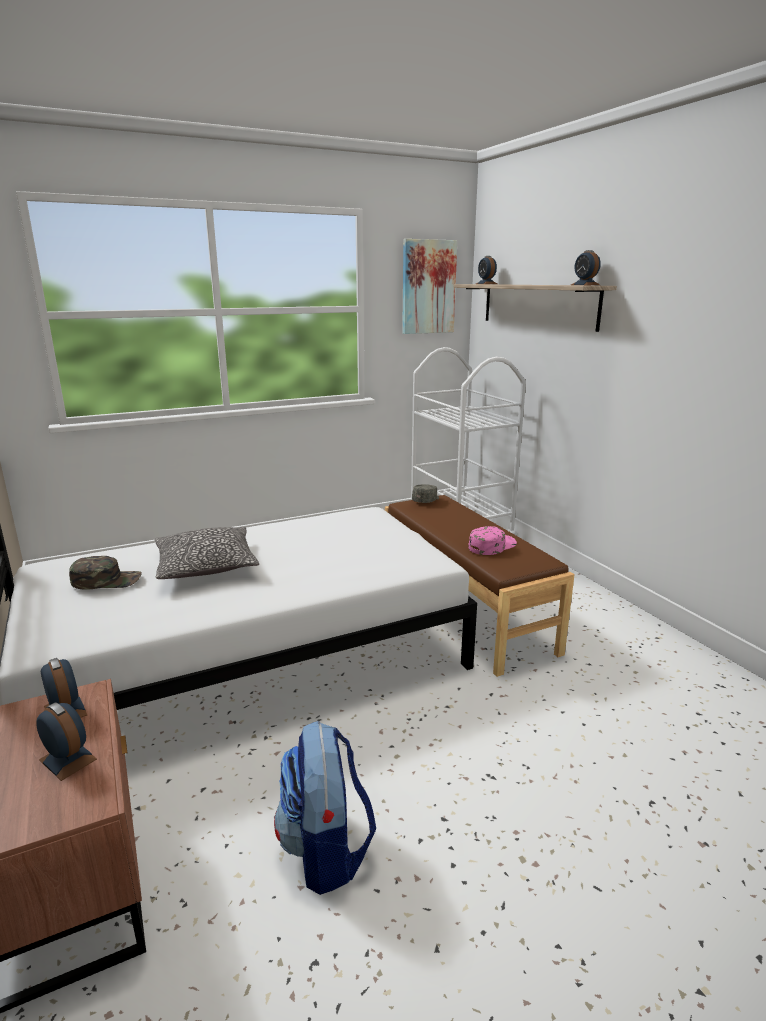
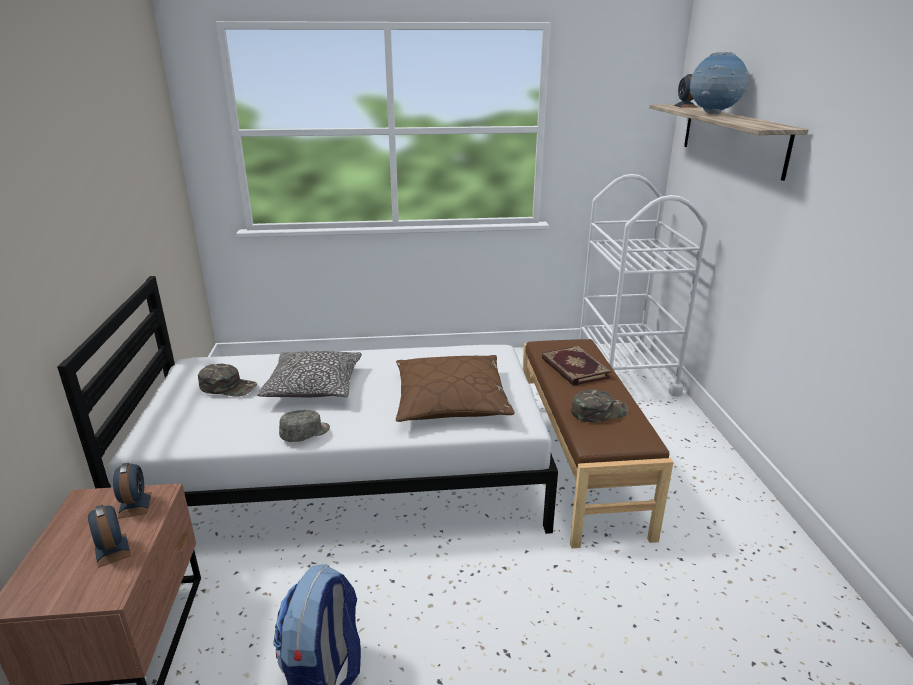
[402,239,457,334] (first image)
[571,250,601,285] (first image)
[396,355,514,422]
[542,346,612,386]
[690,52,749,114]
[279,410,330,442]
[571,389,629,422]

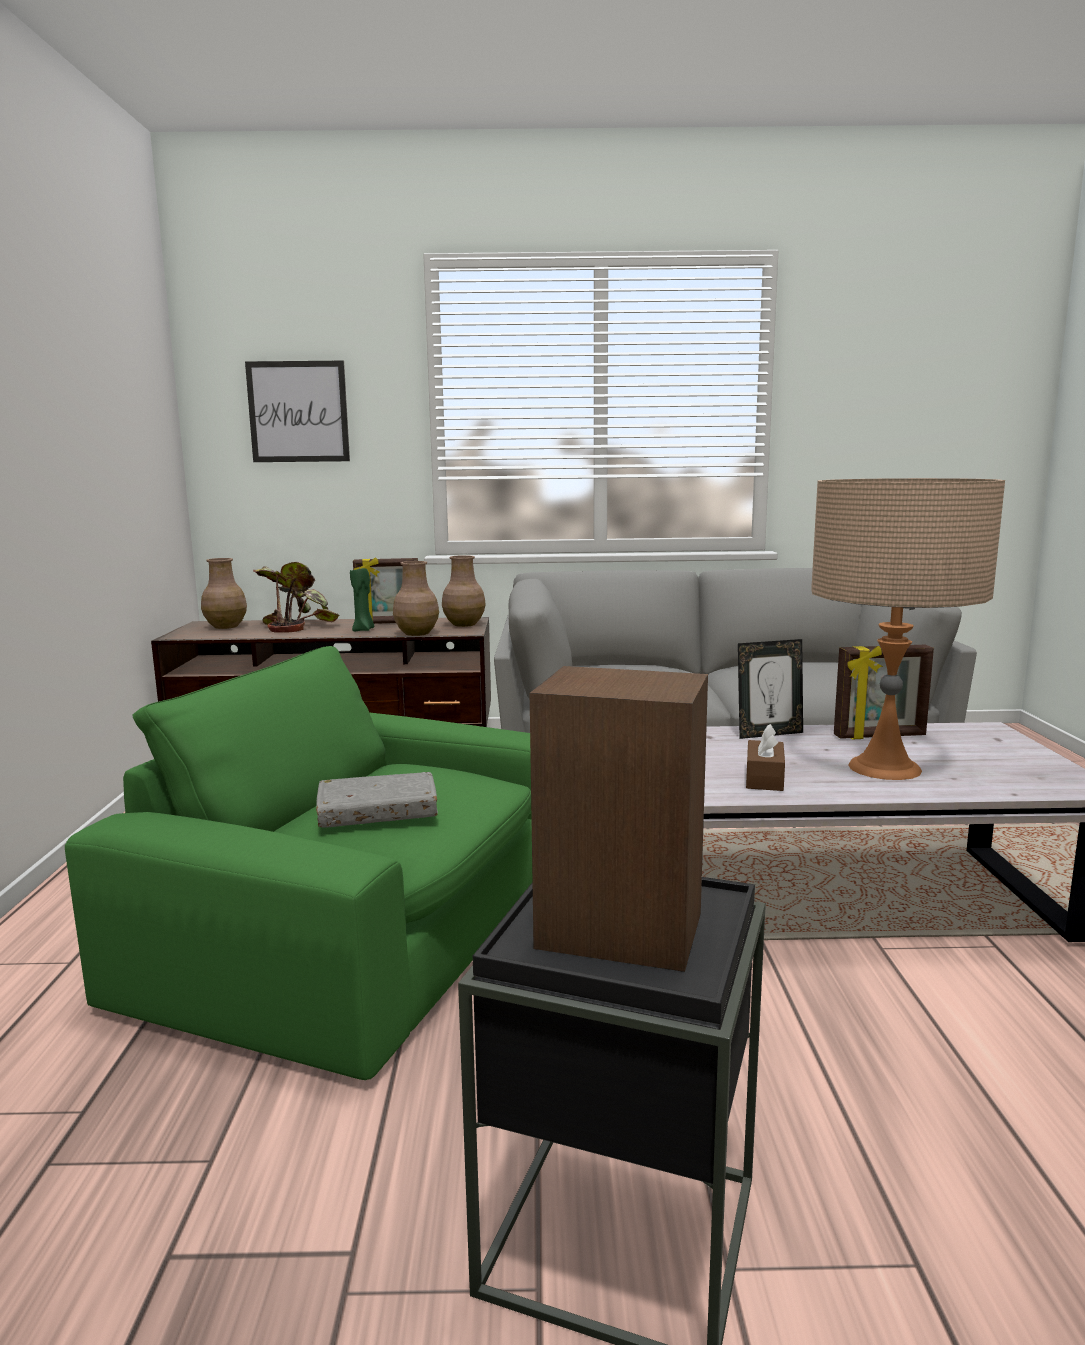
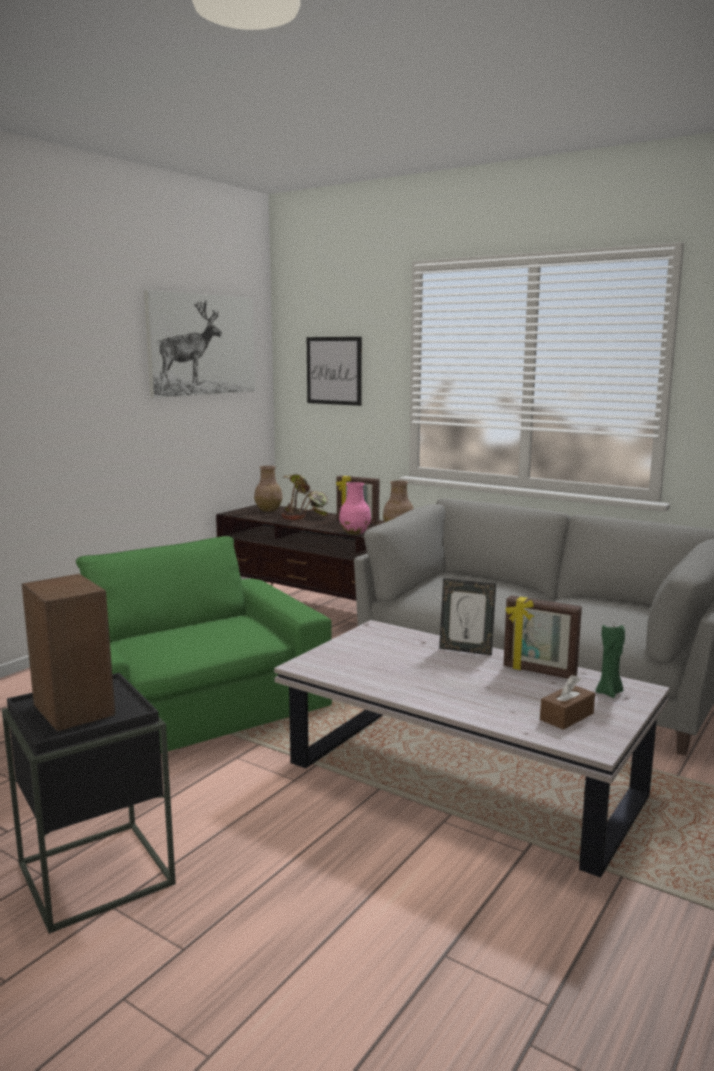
[316,772,438,828] (first image)
[811,478,1005,780] (first image)
[144,290,255,398]
[596,625,625,698]
[540,675,595,730]
[339,482,371,535]

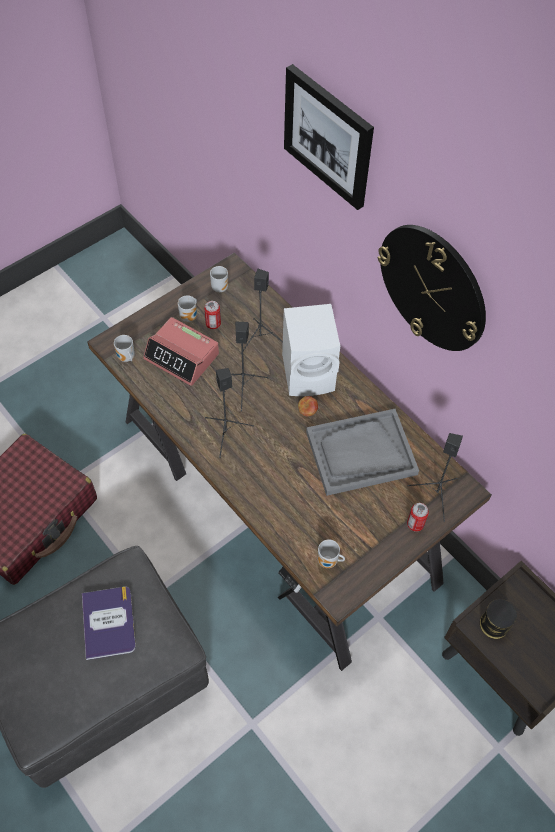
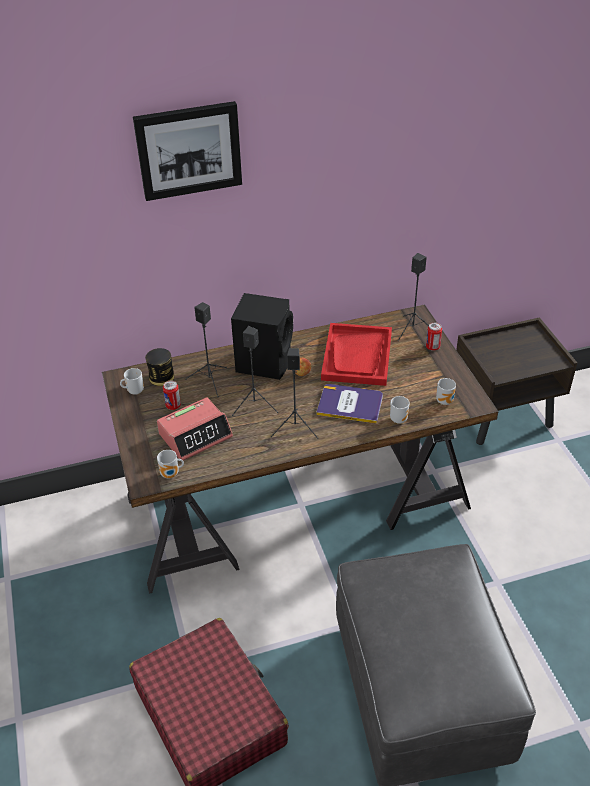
[378,225,486,351] (first image)
[316,384,383,424]
[390,396,410,424]
[145,348,174,386]
[231,293,293,380]
[321,323,392,386]

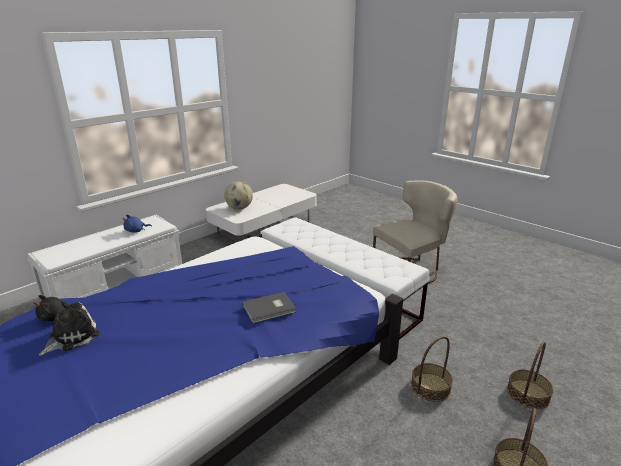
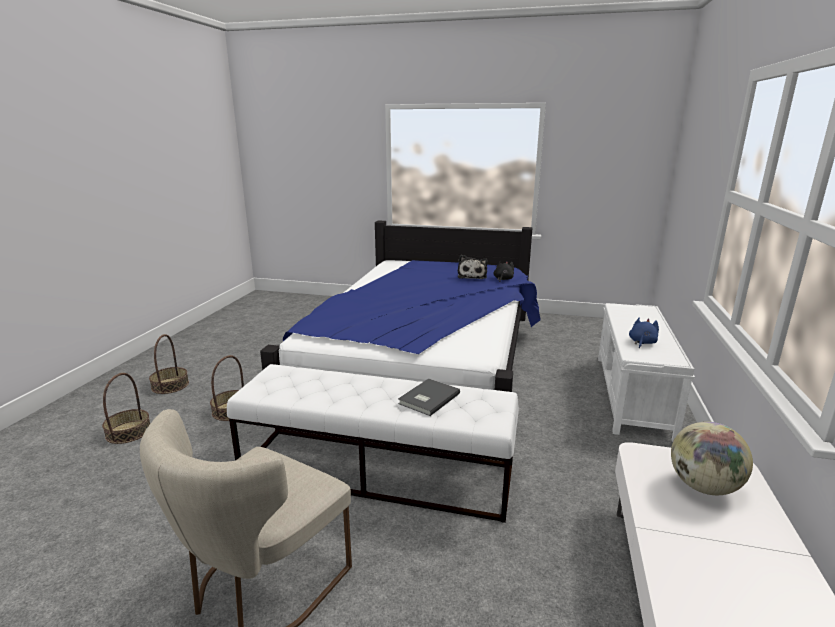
[398,378,460,416]

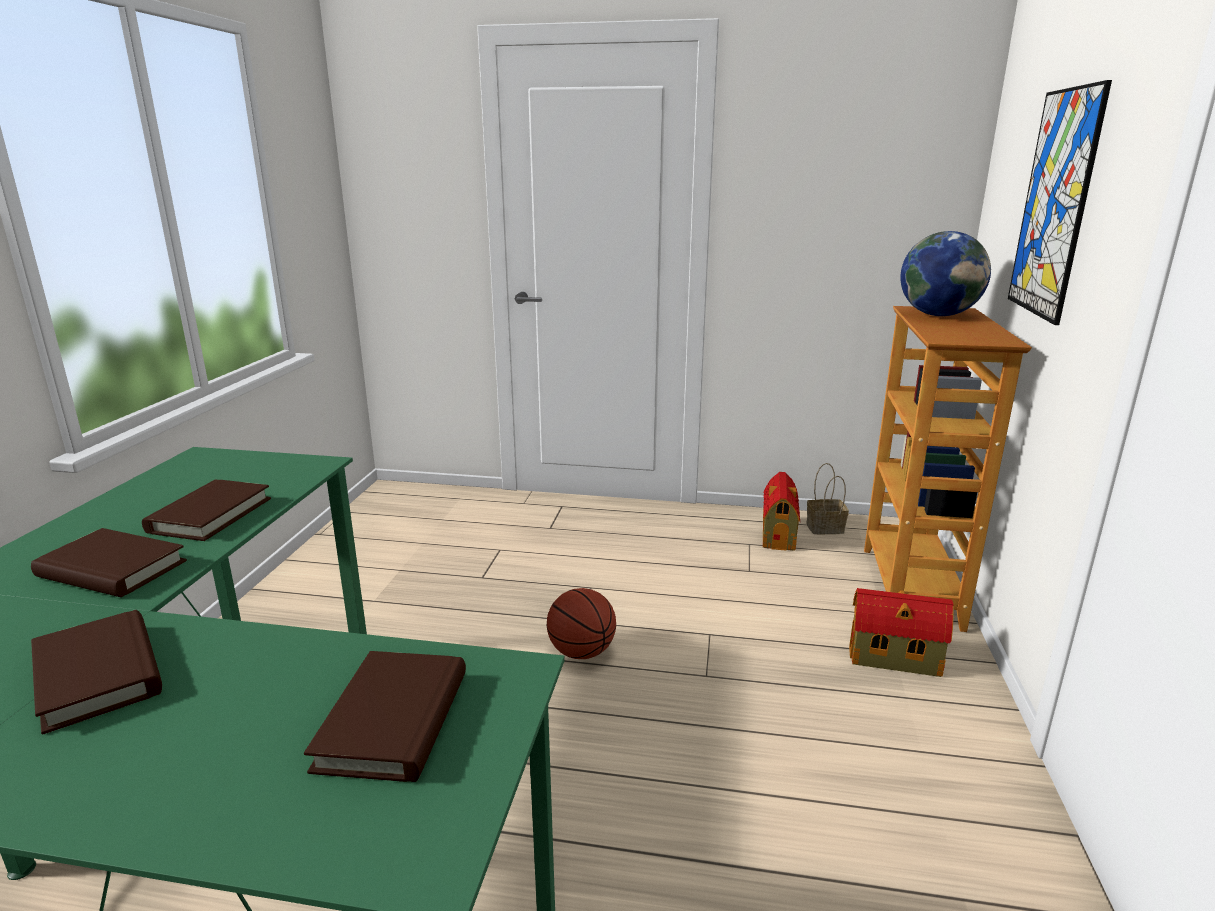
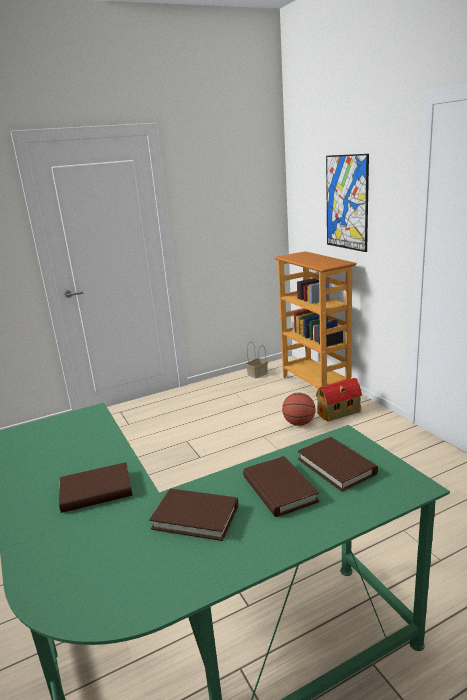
[763,472,800,551] (first image)
[900,231,991,316] (first image)
[243,456,319,517]
[282,393,316,426]

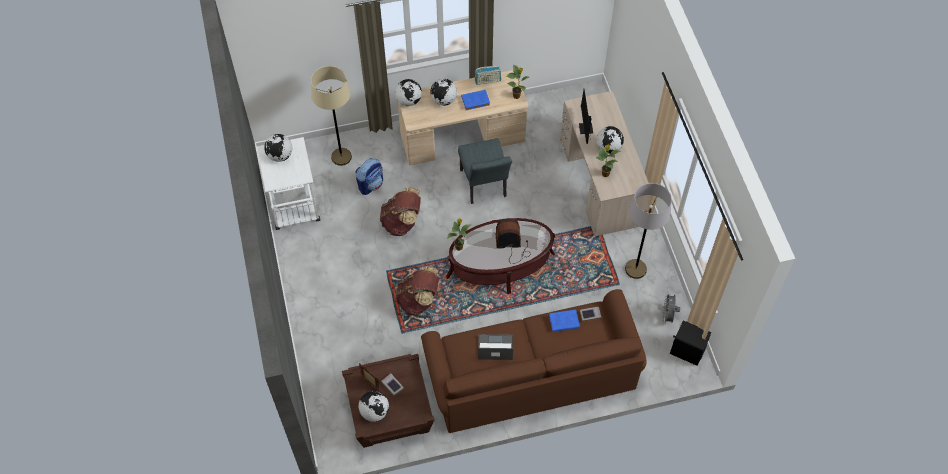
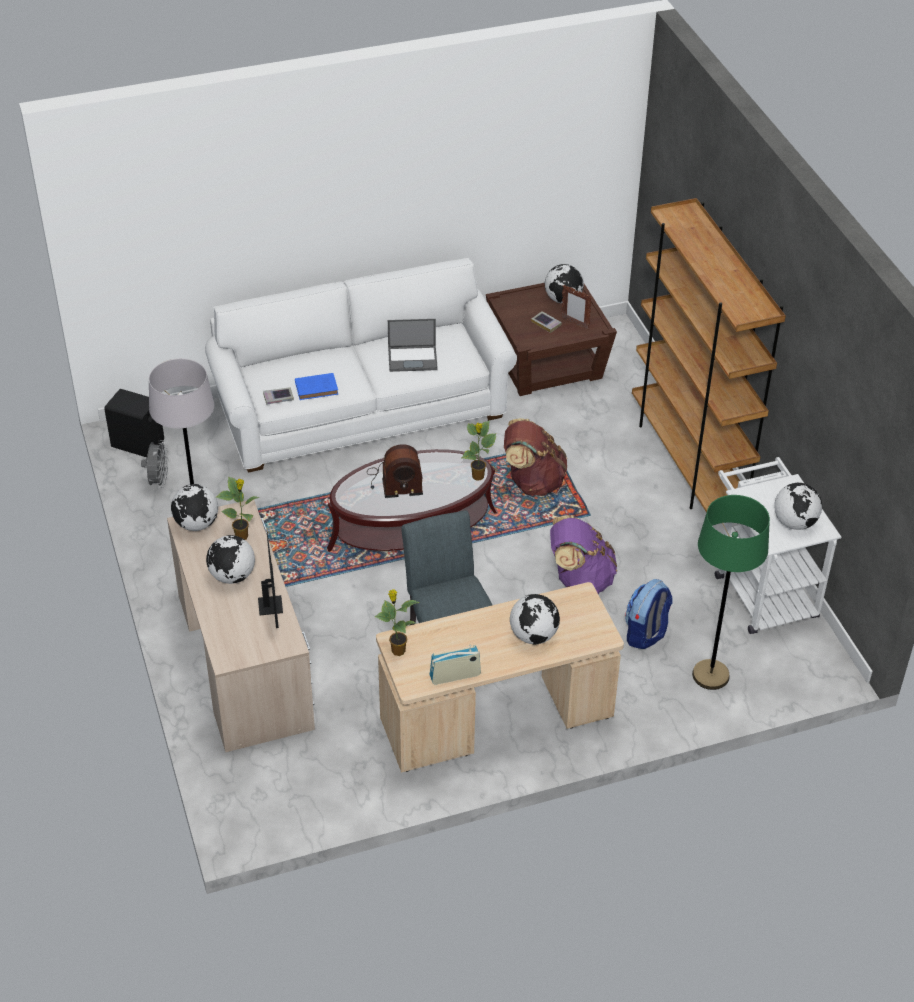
[461,90,490,110] (first image)
[632,198,786,513]
[171,484,218,531]
[692,495,770,690]
[550,515,617,594]
[205,258,517,473]

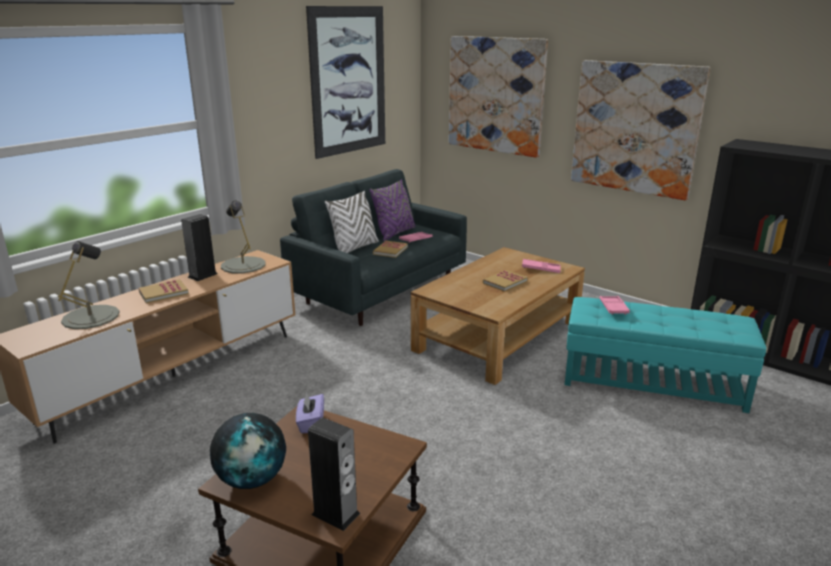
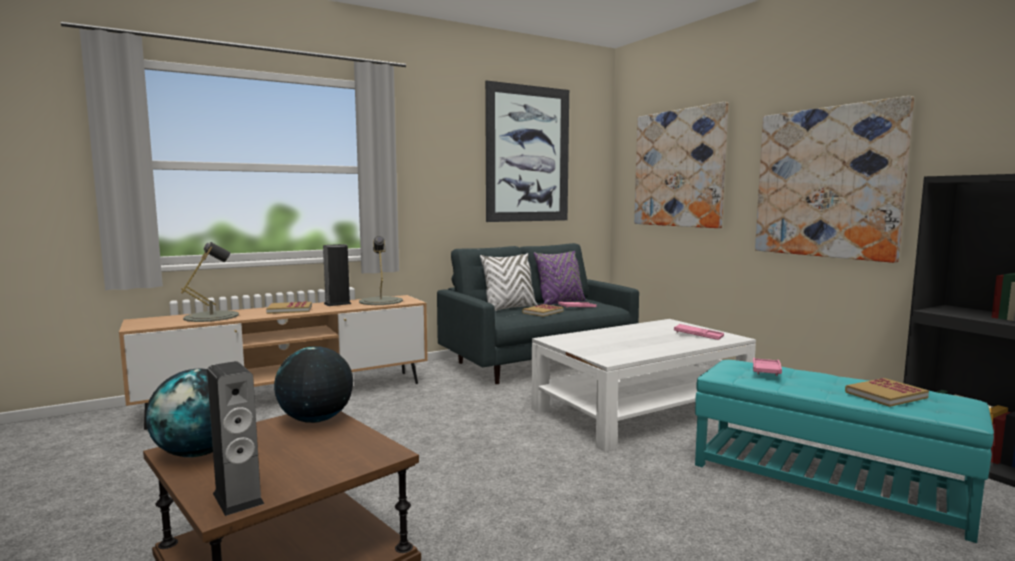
[845,378,929,407]
[274,346,353,423]
[532,319,756,452]

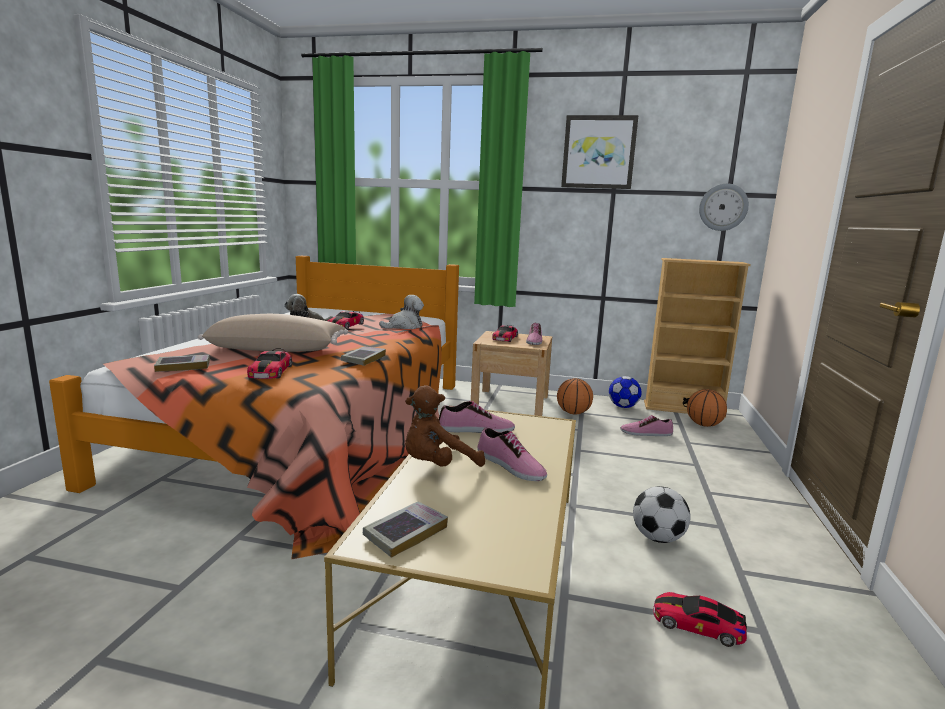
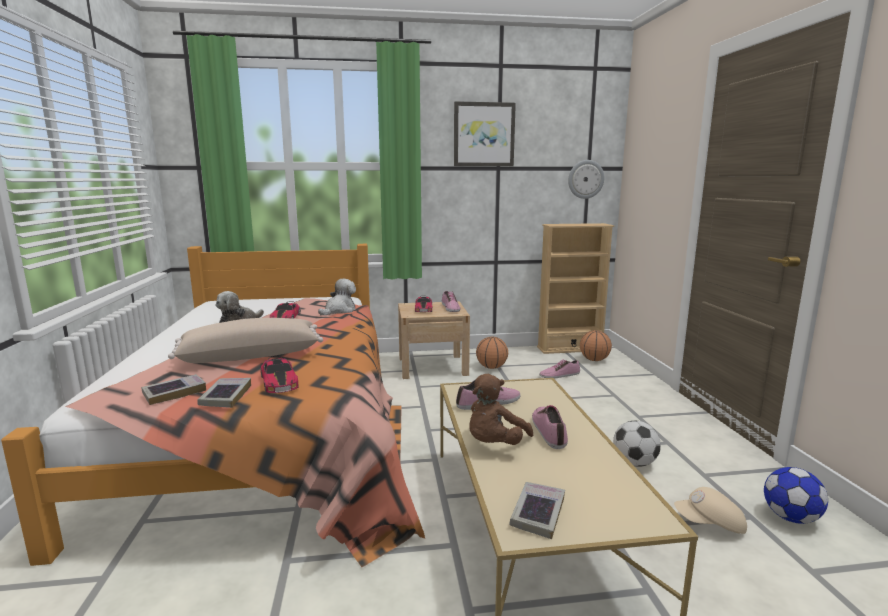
[197,378,251,408]
[764,467,828,524]
[674,487,747,534]
[532,405,568,449]

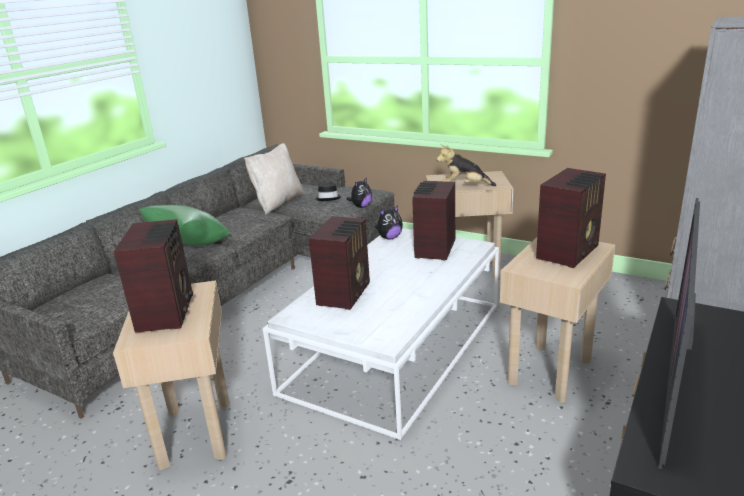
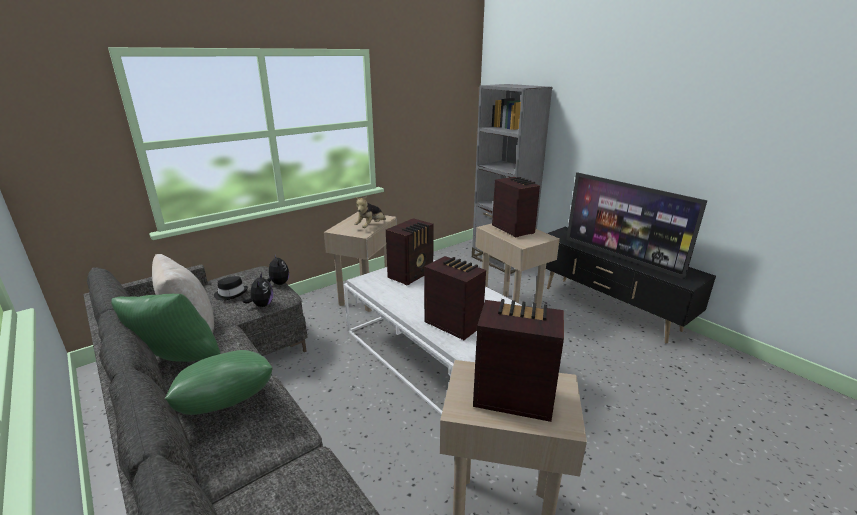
[111,294,220,362]
[243,272,273,307]
[386,218,434,286]

